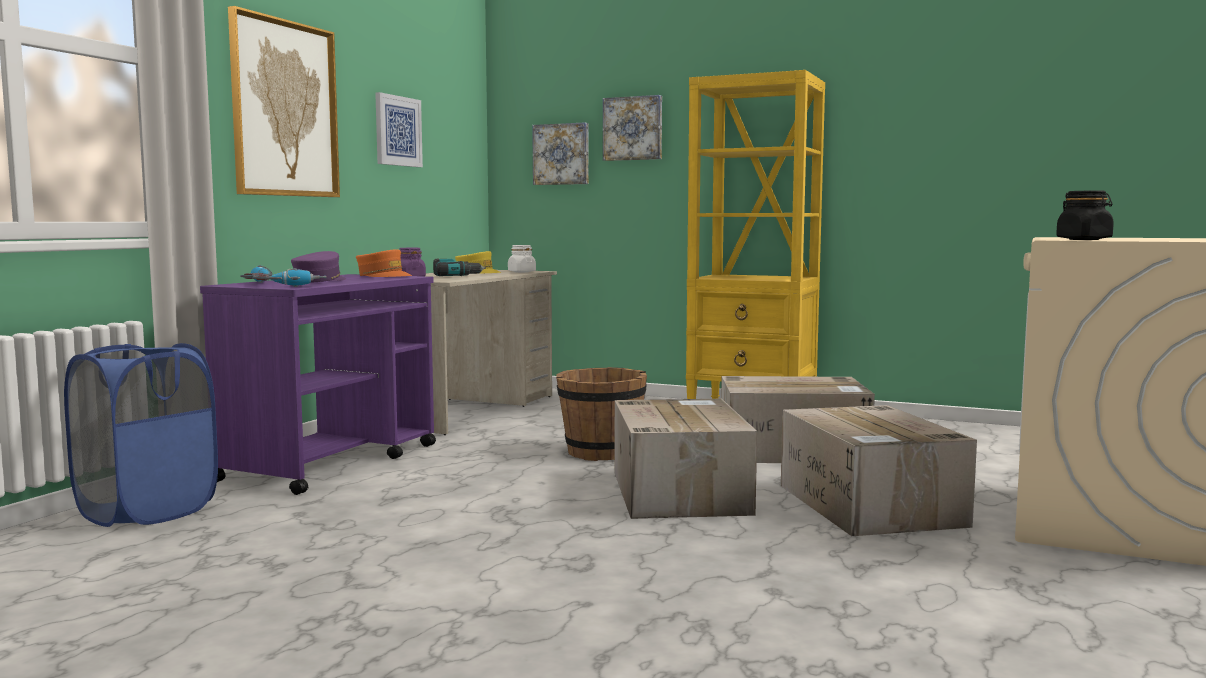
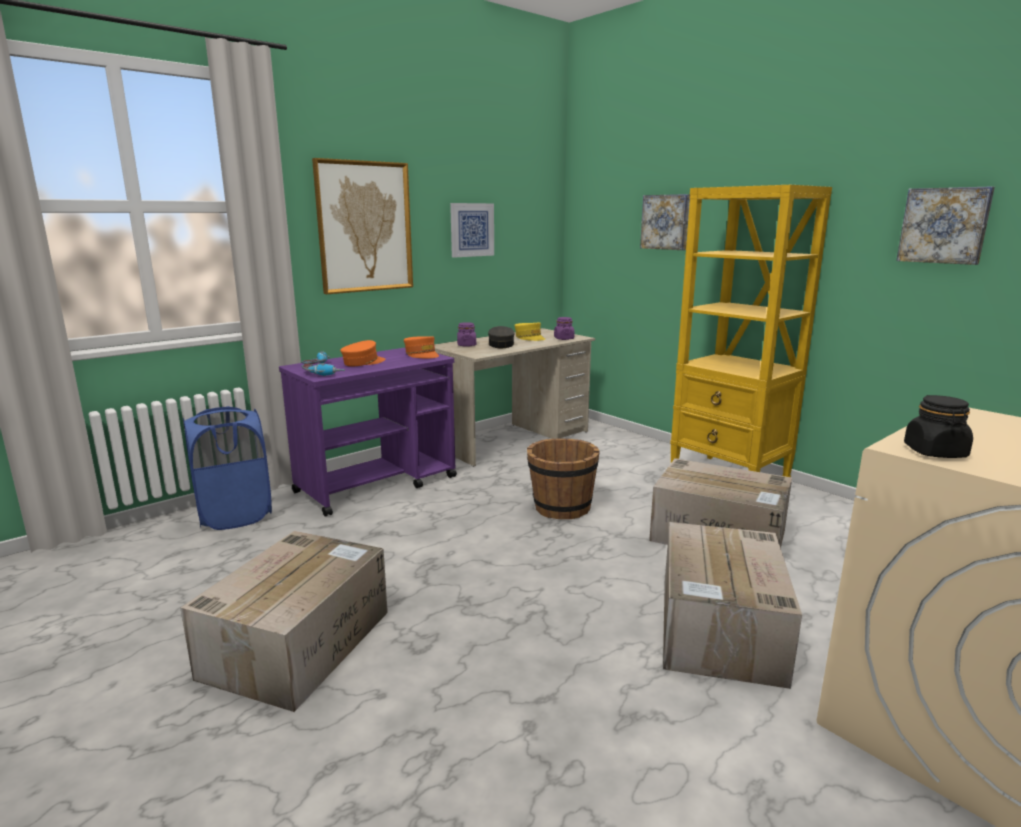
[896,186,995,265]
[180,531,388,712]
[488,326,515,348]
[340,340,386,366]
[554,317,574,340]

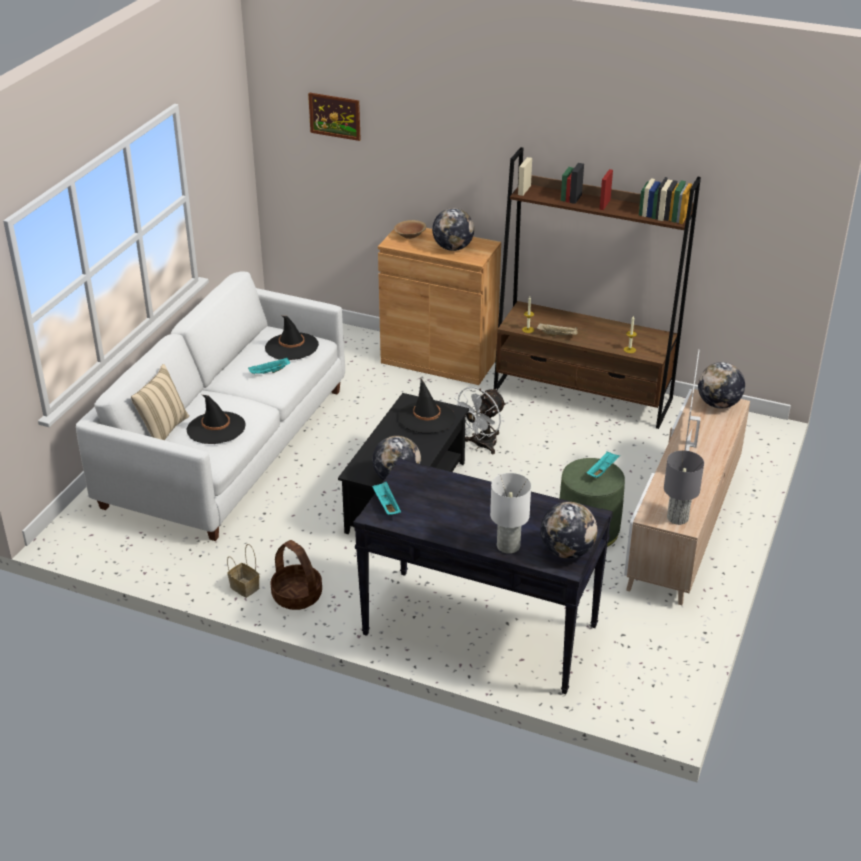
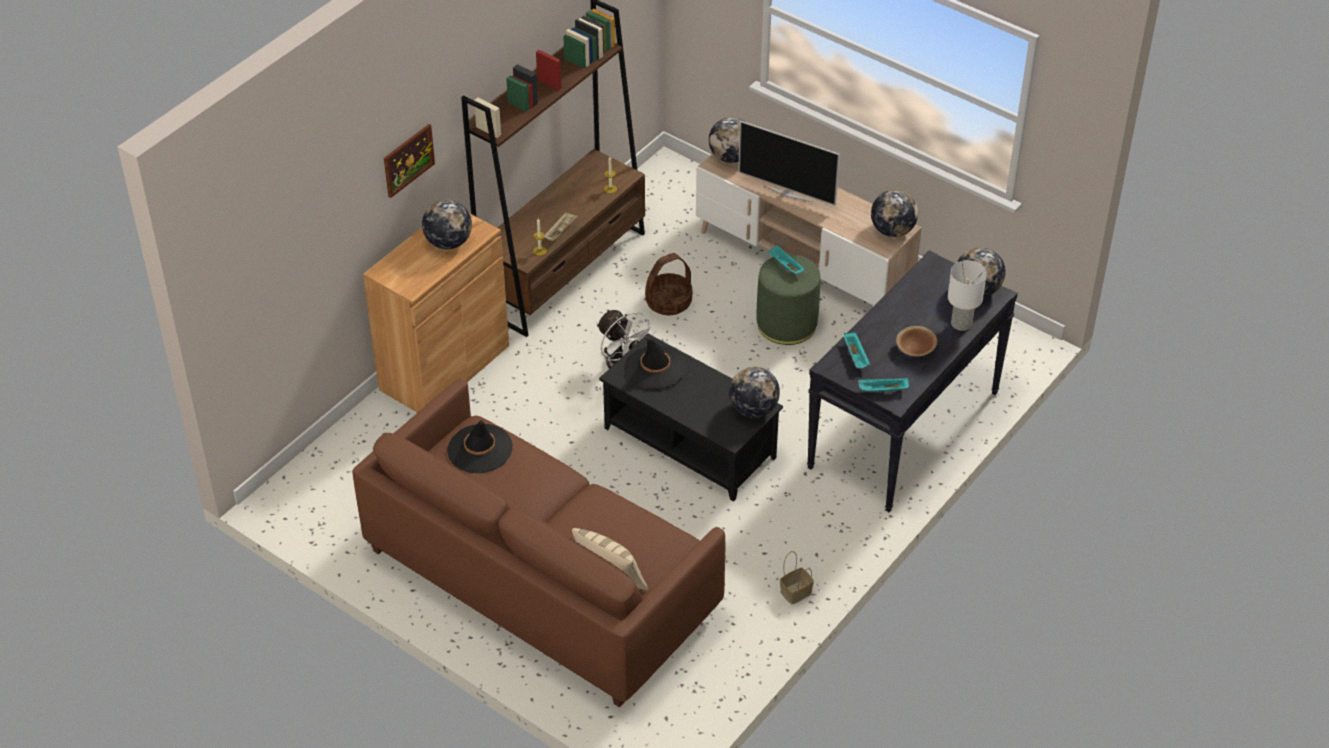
[187,395,245,444] (first image)
[843,332,870,368]
[645,253,692,315]
[384,124,435,198]
[896,326,937,357]
[871,190,918,237]
[352,379,725,708]

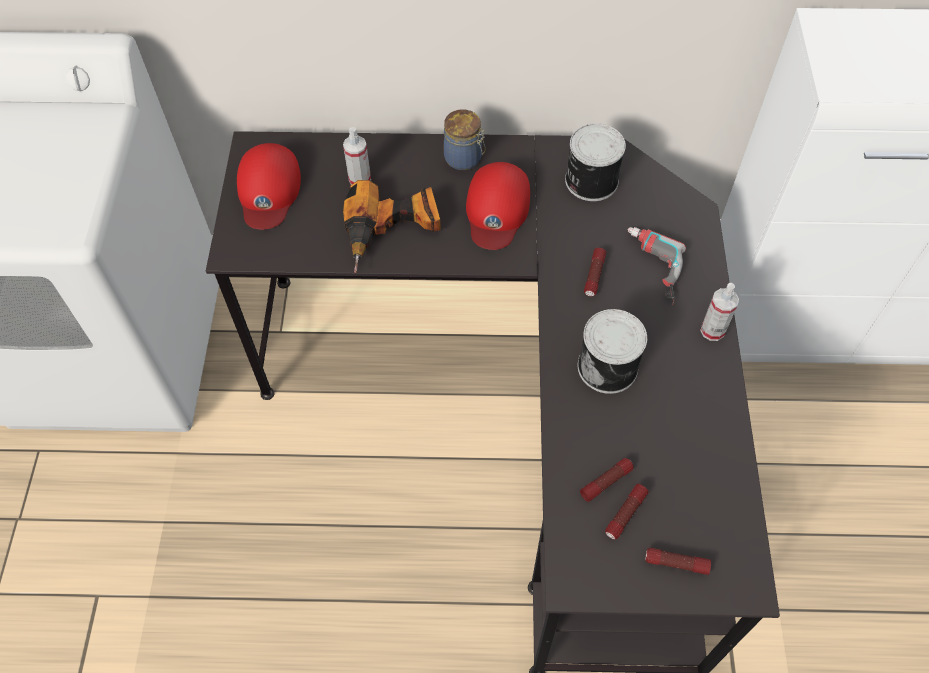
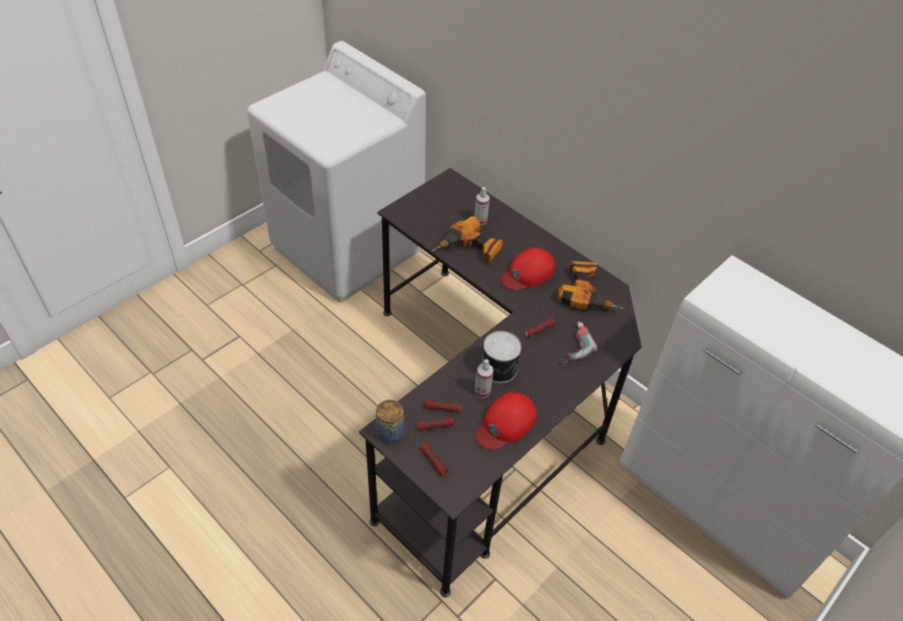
[475,392,537,450]
[375,400,405,443]
[475,359,493,398]
[557,261,625,309]

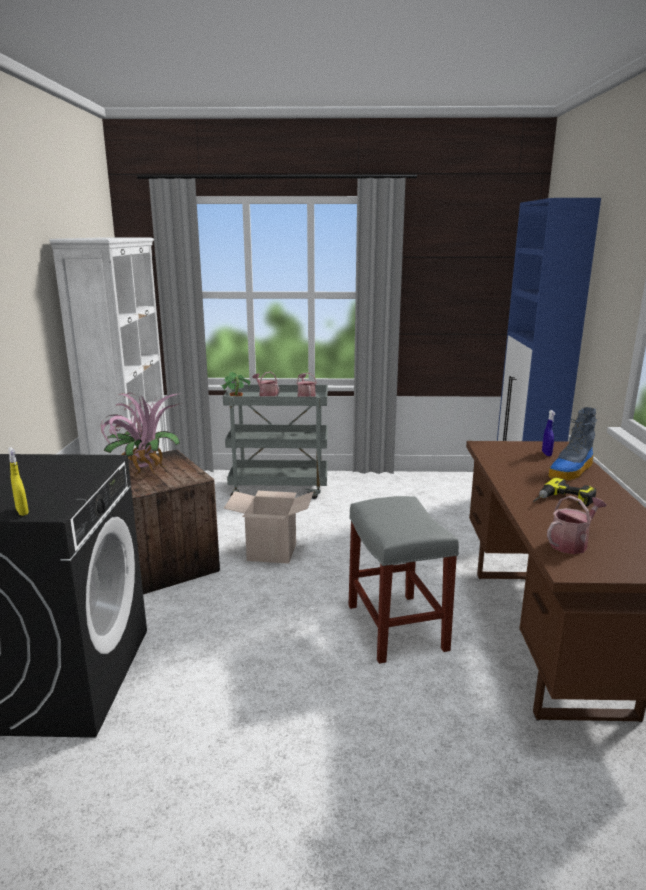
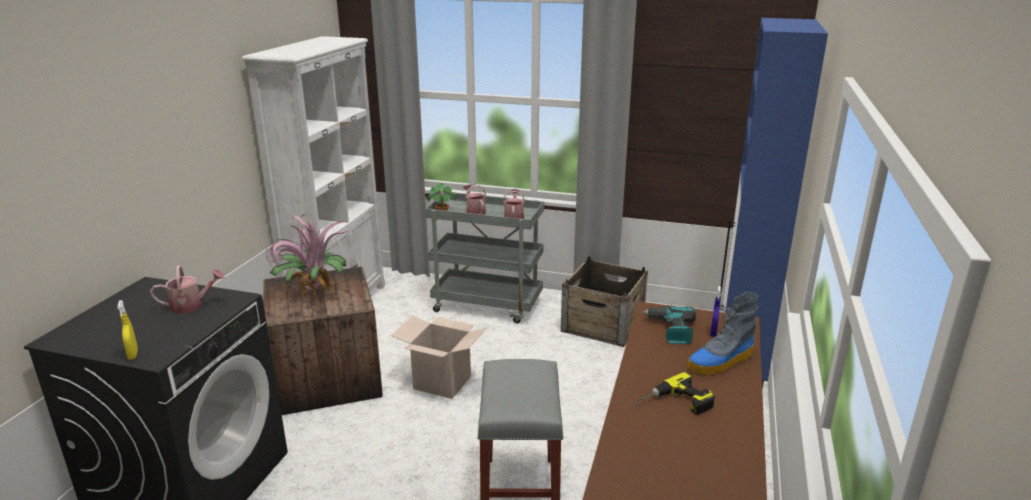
[561,256,648,347]
[642,306,696,345]
[150,265,225,314]

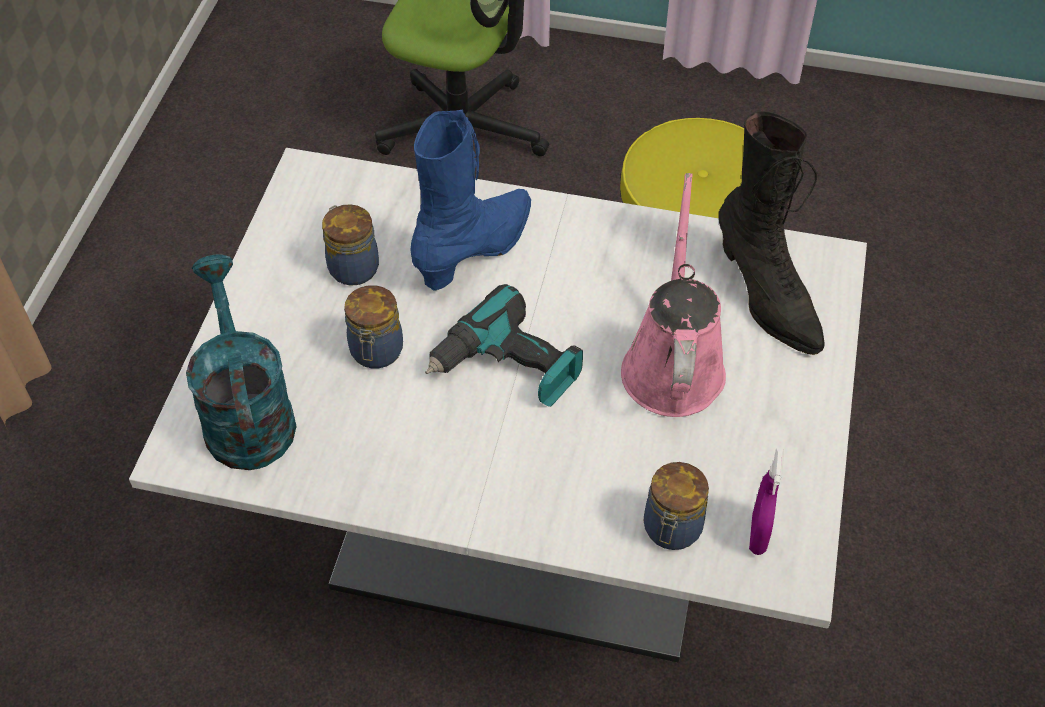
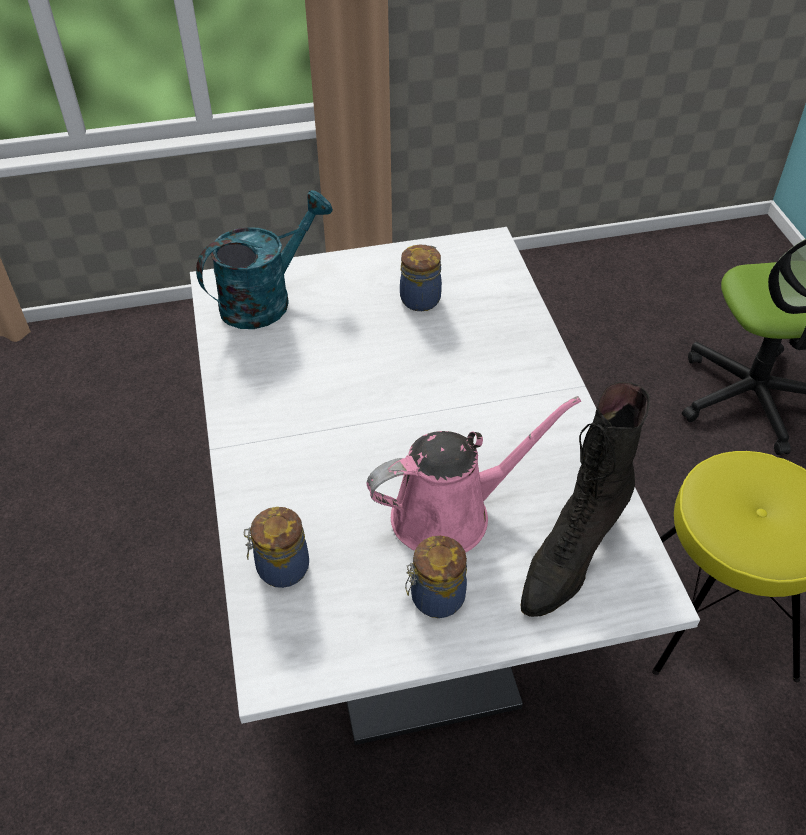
[410,110,531,290] (first image)
[425,284,583,407] (first image)
[749,448,784,555] (first image)
[405,536,467,618]

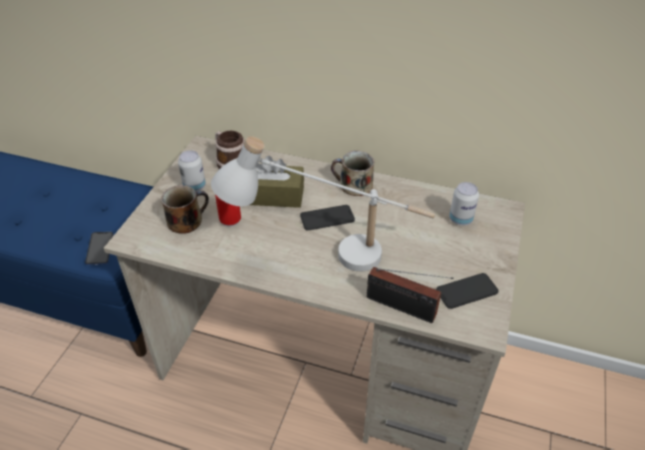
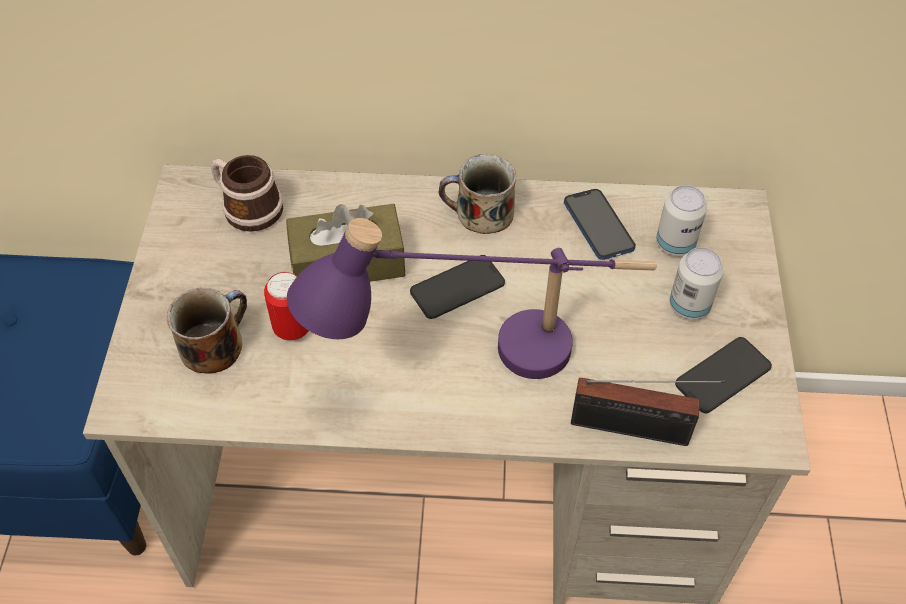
[564,189,636,260]
[669,247,723,320]
[287,218,657,379]

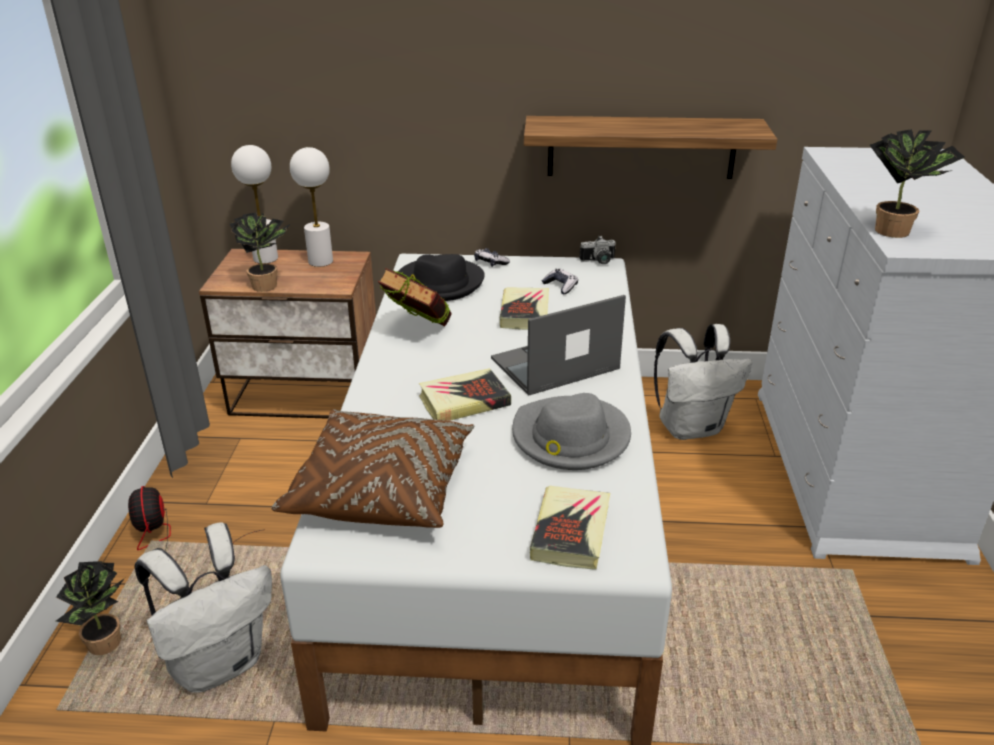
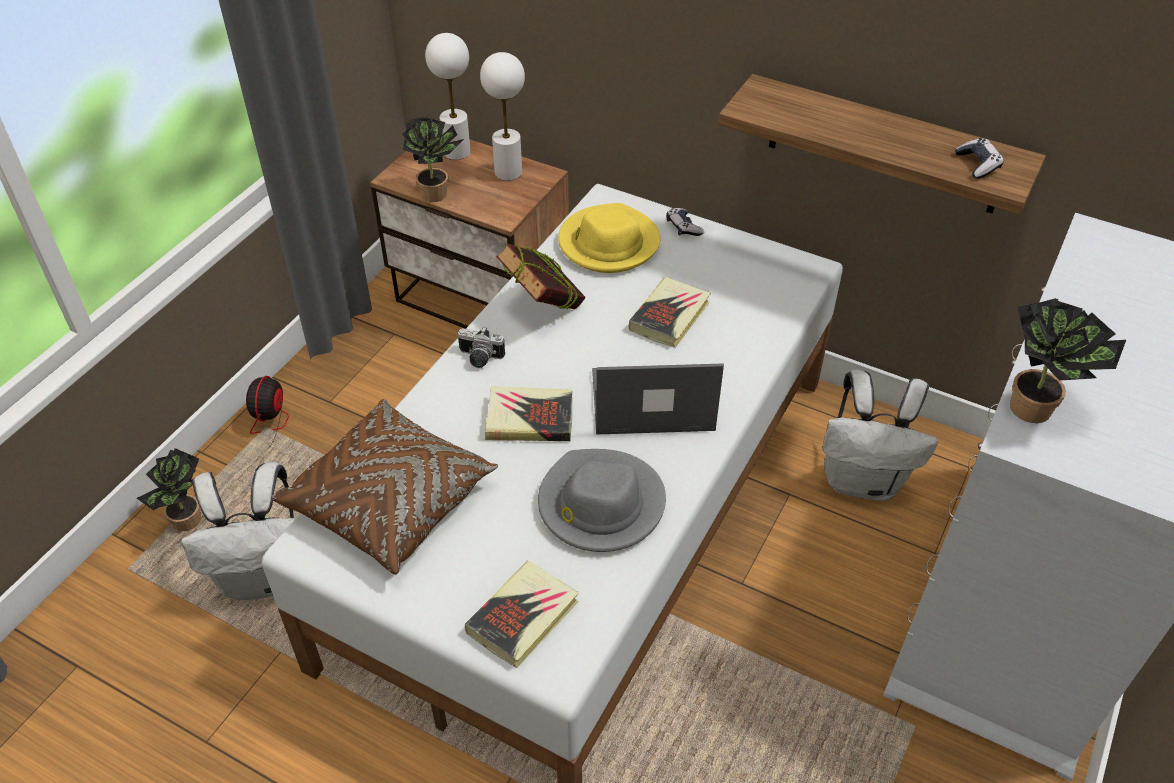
[955,138,1004,179]
[458,327,505,368]
[558,203,660,273]

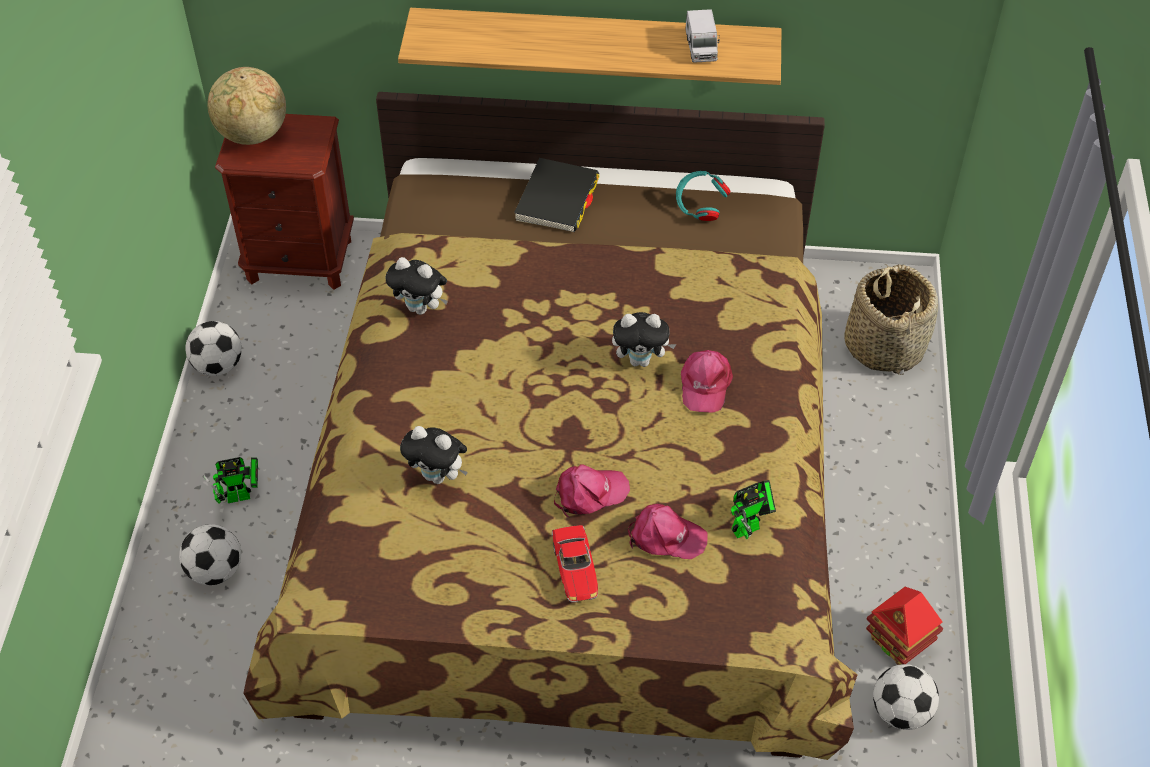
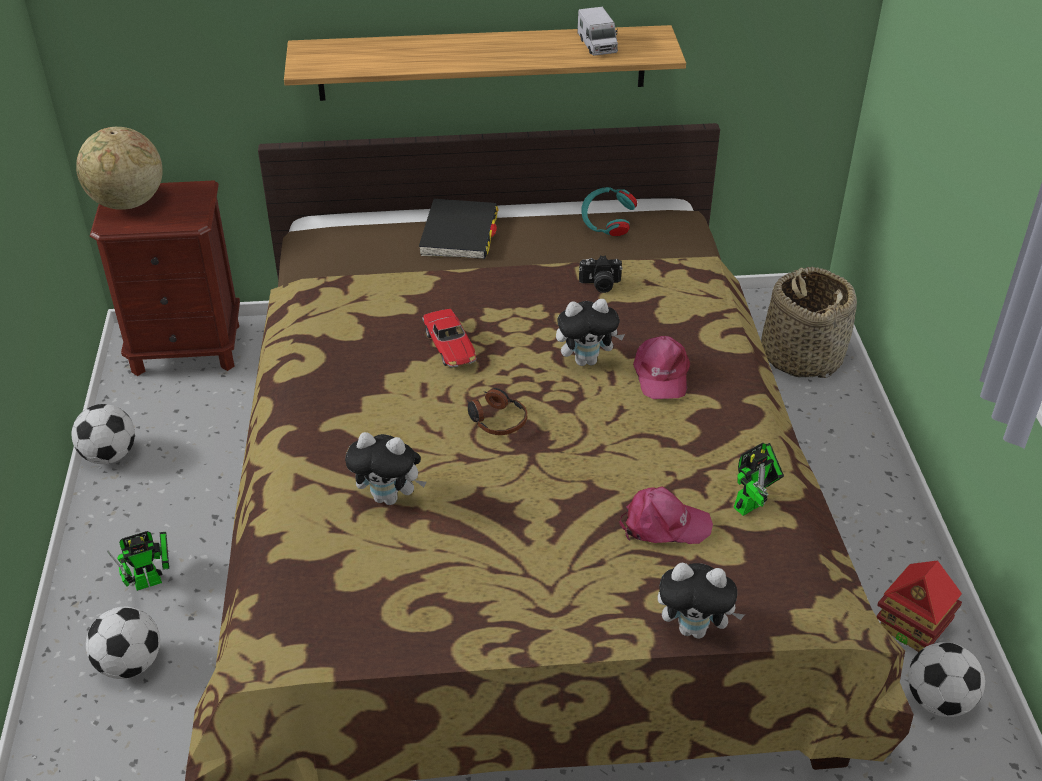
[554,464,630,517] (first image)
[467,388,527,435]
[579,255,623,293]
[658,563,745,639]
[422,309,476,368]

